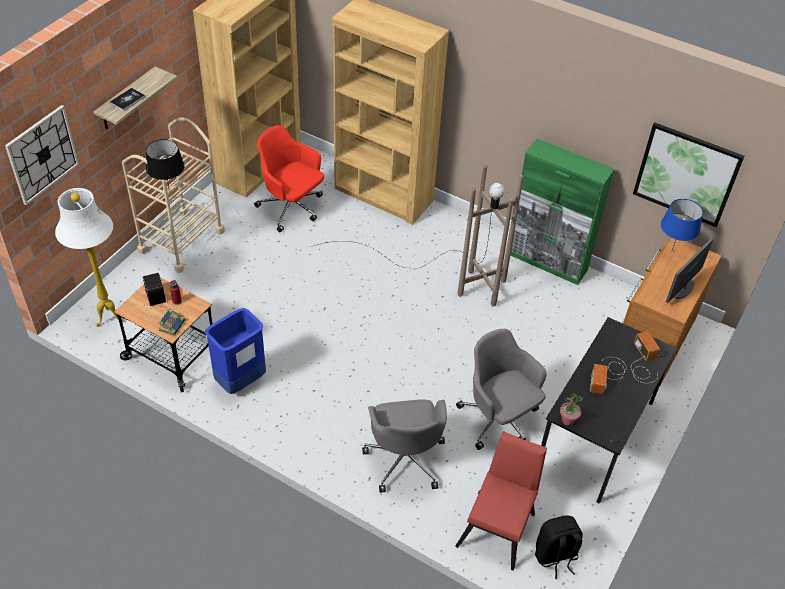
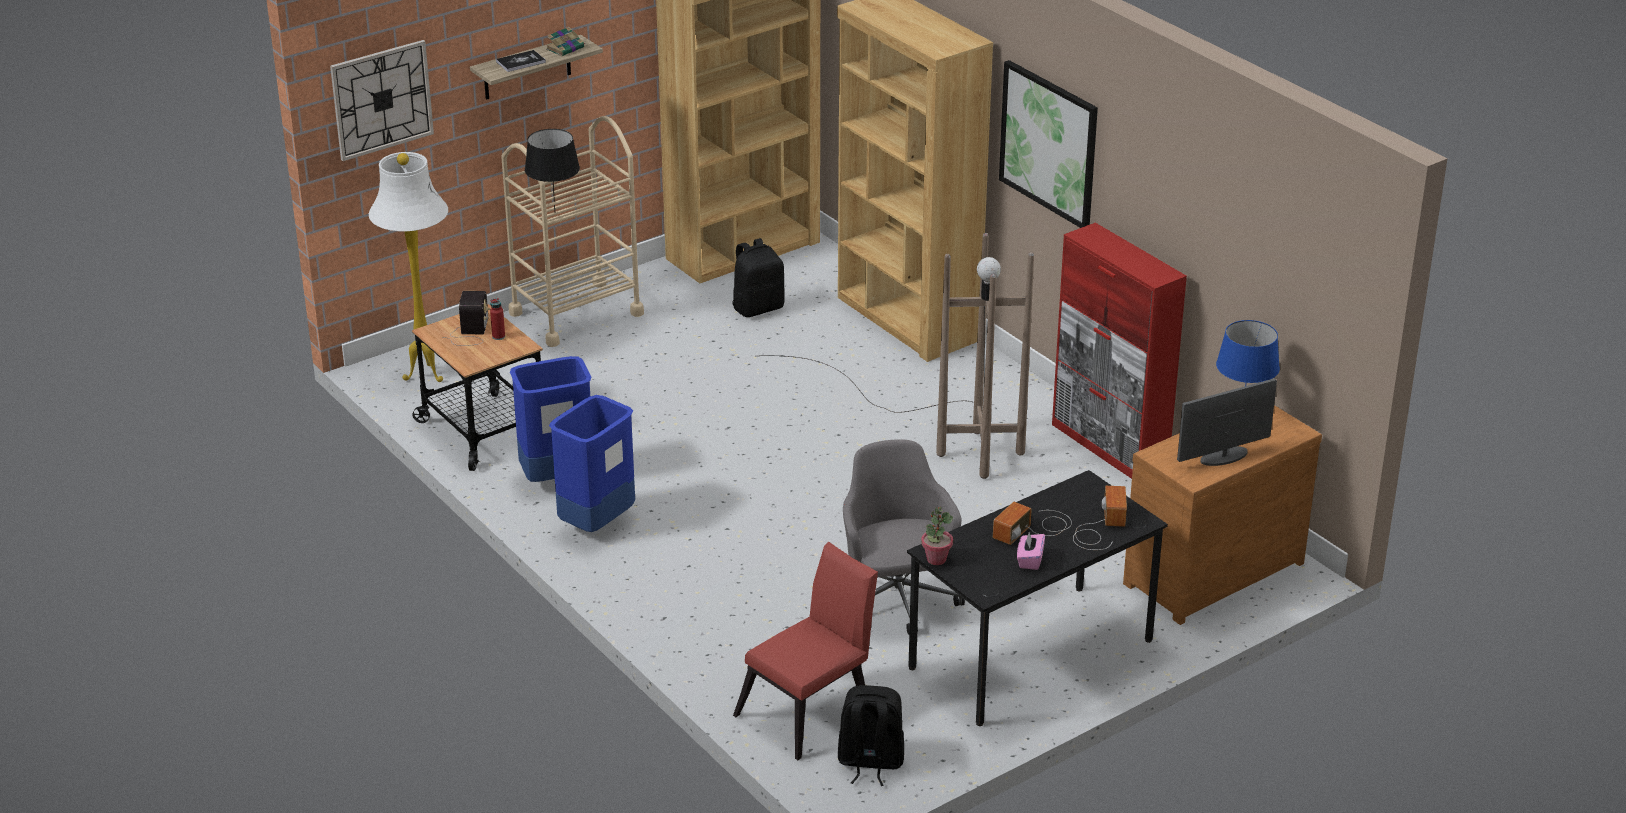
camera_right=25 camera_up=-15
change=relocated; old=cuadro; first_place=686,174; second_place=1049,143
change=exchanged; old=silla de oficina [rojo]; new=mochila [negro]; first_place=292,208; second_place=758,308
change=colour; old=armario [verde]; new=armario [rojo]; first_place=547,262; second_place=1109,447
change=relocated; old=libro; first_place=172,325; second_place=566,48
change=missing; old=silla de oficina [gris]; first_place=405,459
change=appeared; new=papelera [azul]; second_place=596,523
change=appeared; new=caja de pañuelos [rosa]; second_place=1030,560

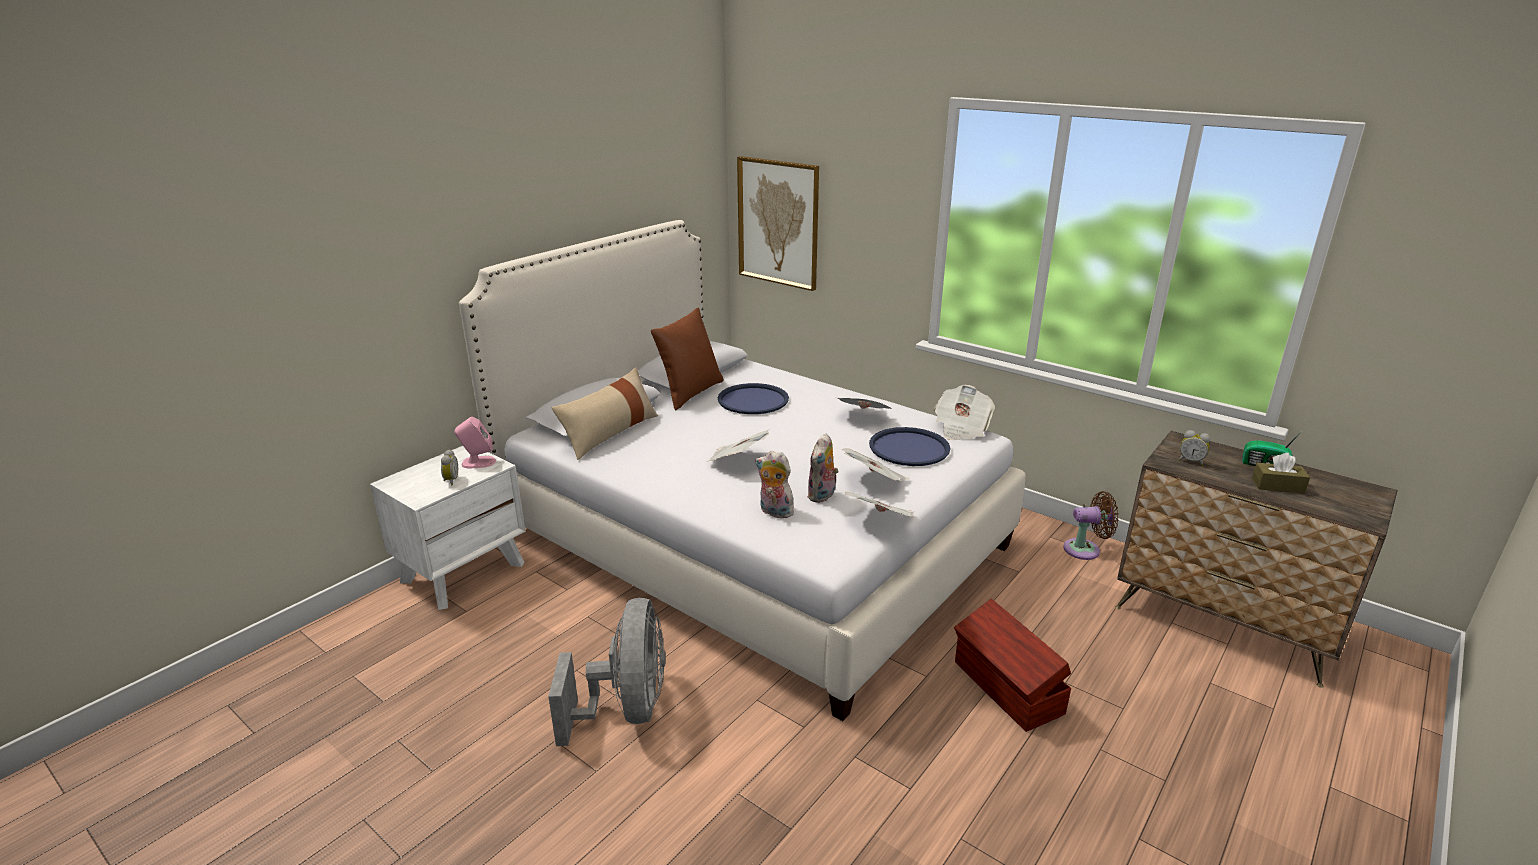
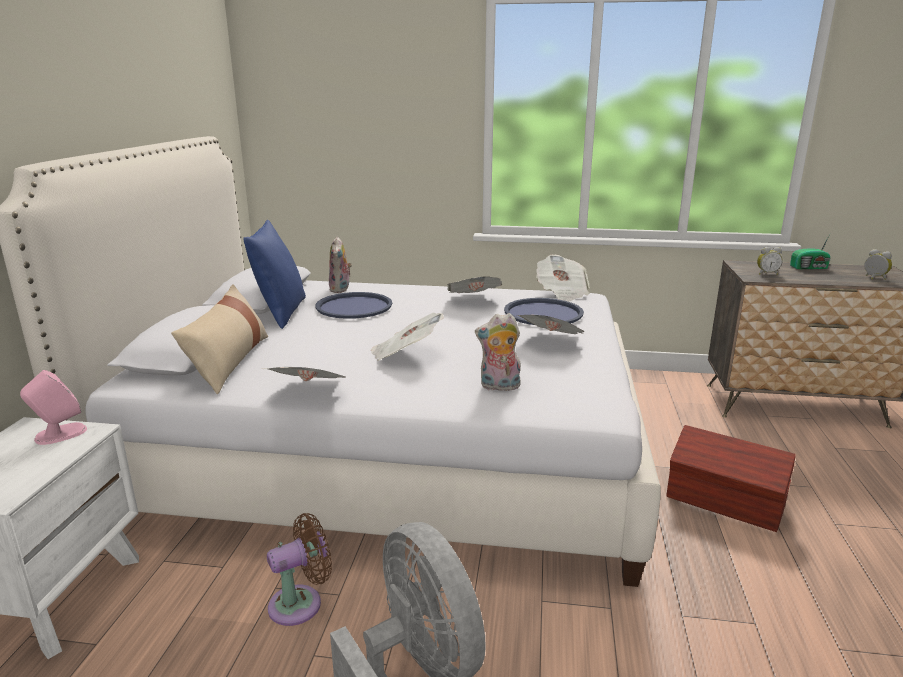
camera_right=-30 camera_up=-5
change=missing; old=cuadro; first_place=778,222
change=colour; old=cojín [marrón]; new=cojín [azul]; first_place=690,393; second_place=280,313
change=relocated; old=peluche; first_place=822,496; second_place=341,289
change=relocated; old=despertador; first_place=450,480; second_place=874,278
change=missing; old=caja de pañuelos [marrón]; first_place=1277,486
change=relocated; old=ventilador [marrón]; first_place=1085,549; second_place=301,603
change=relocated; old=periódico; first_place=882,522; second_place=310,393

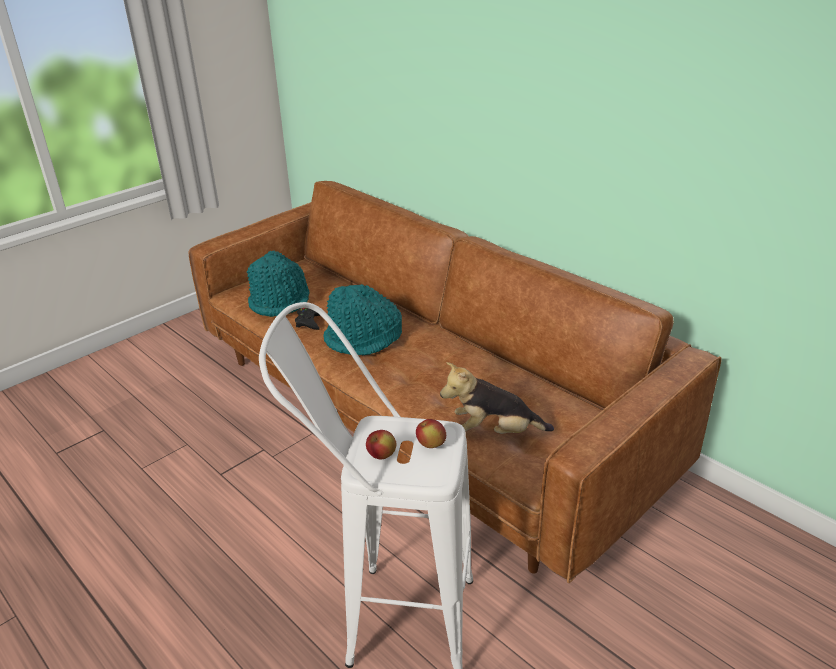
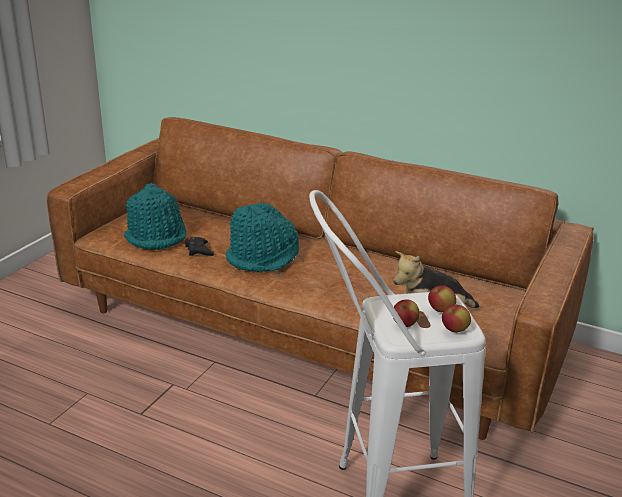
camera_right=-20 camera_up=-5
change=appeared; new=manzana; second_place=454,330

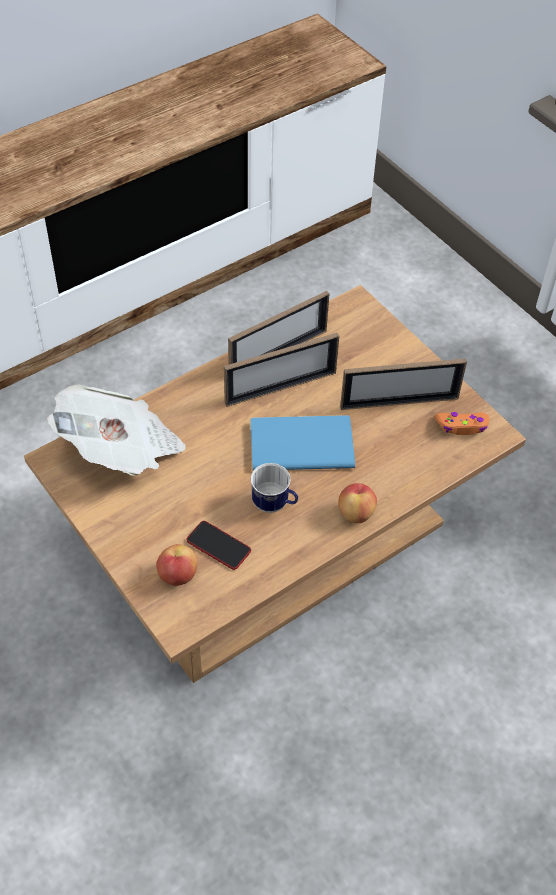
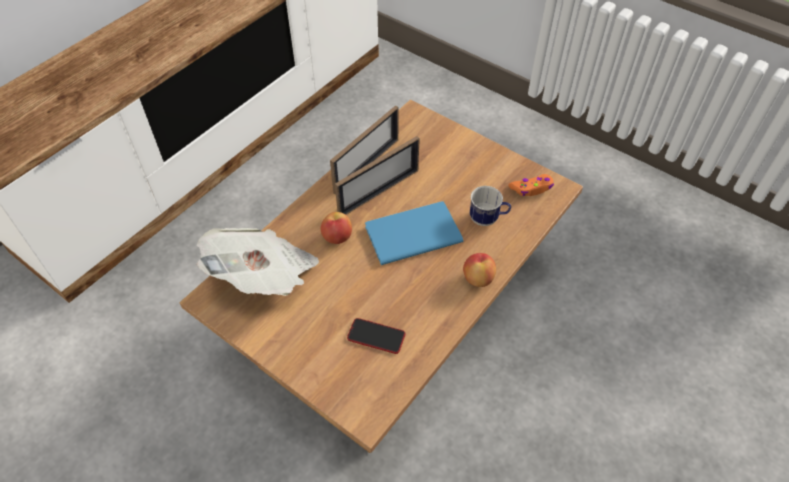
camera_right=-15 camera_up=0
change=missing; old=portarretratos; first_place=399,402
change=relocated; old=taza grande; first_place=274,505; second_place=488,219
change=relocated; old=manzana; first_place=177,575; second_place=337,237

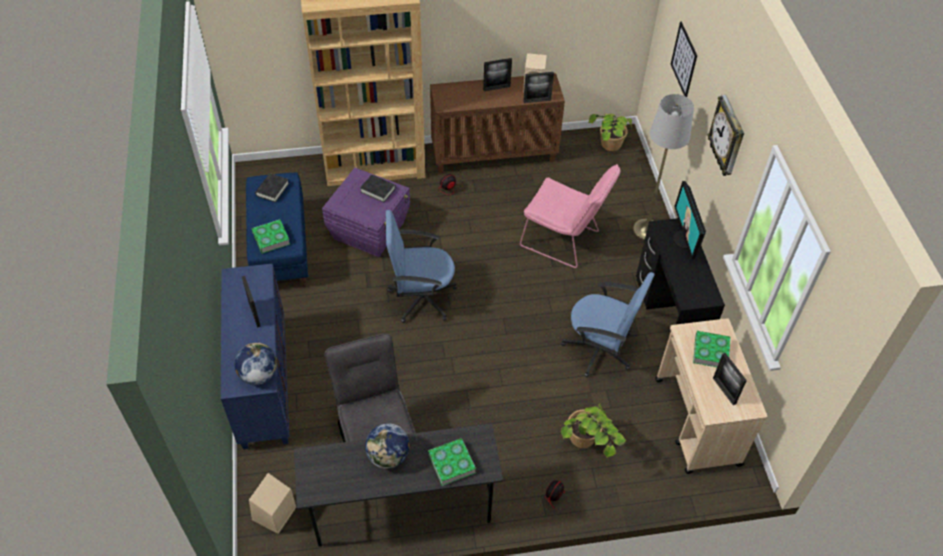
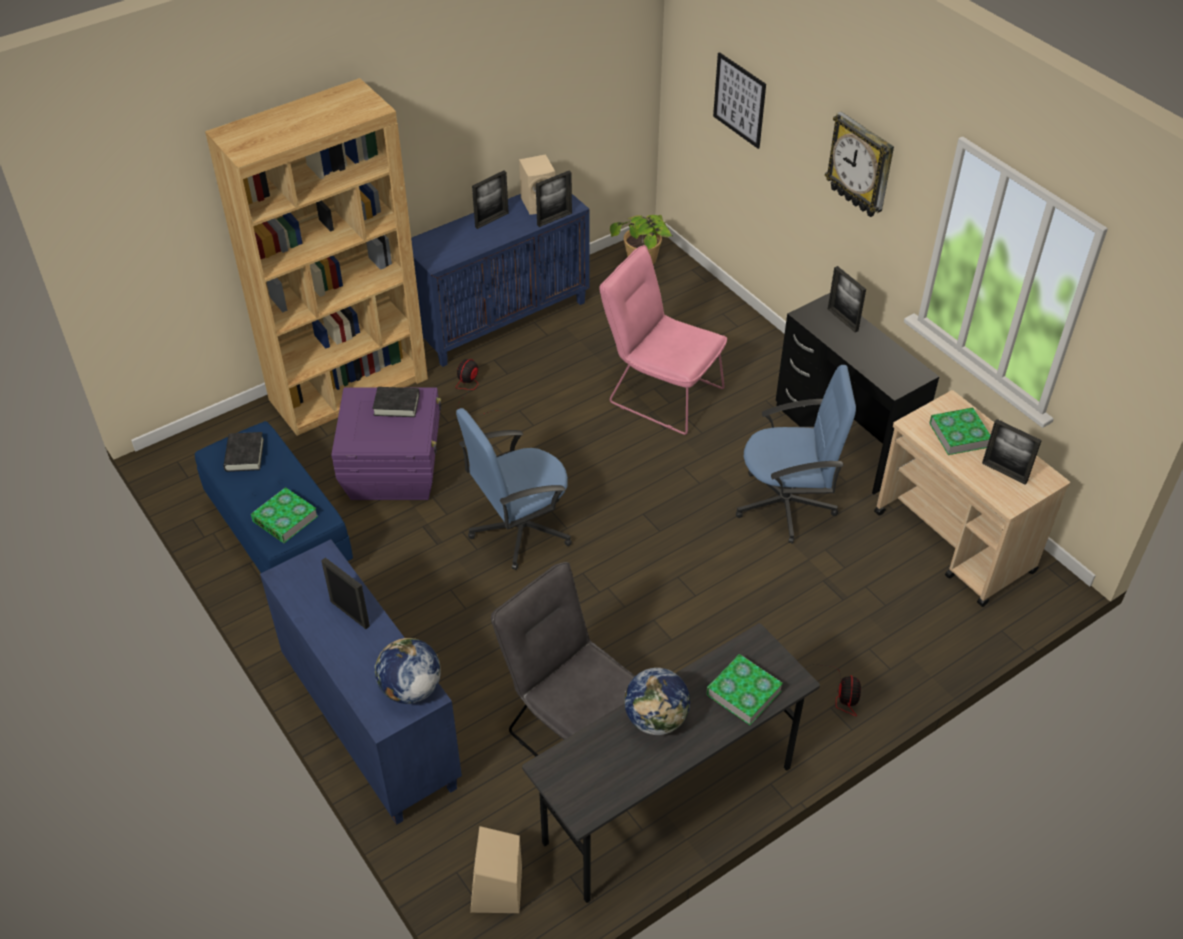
camera_right=-25 camera_up=-5
change=colour; old=armario [marrón]; new=armario [azul]; first_place=494,154; second_place=502,319
change=missing; old=lámpara de pie [gris]; first_place=646,229
change=spun; old=silla [rosa]; first_place=564,241; second_place=659,392; degrees=-150
change=exchanged; old=monitor; new=portarretratos; first_place=684,239; second_place=842,320
change=missing; old=planta en maceta; first_place=587,449

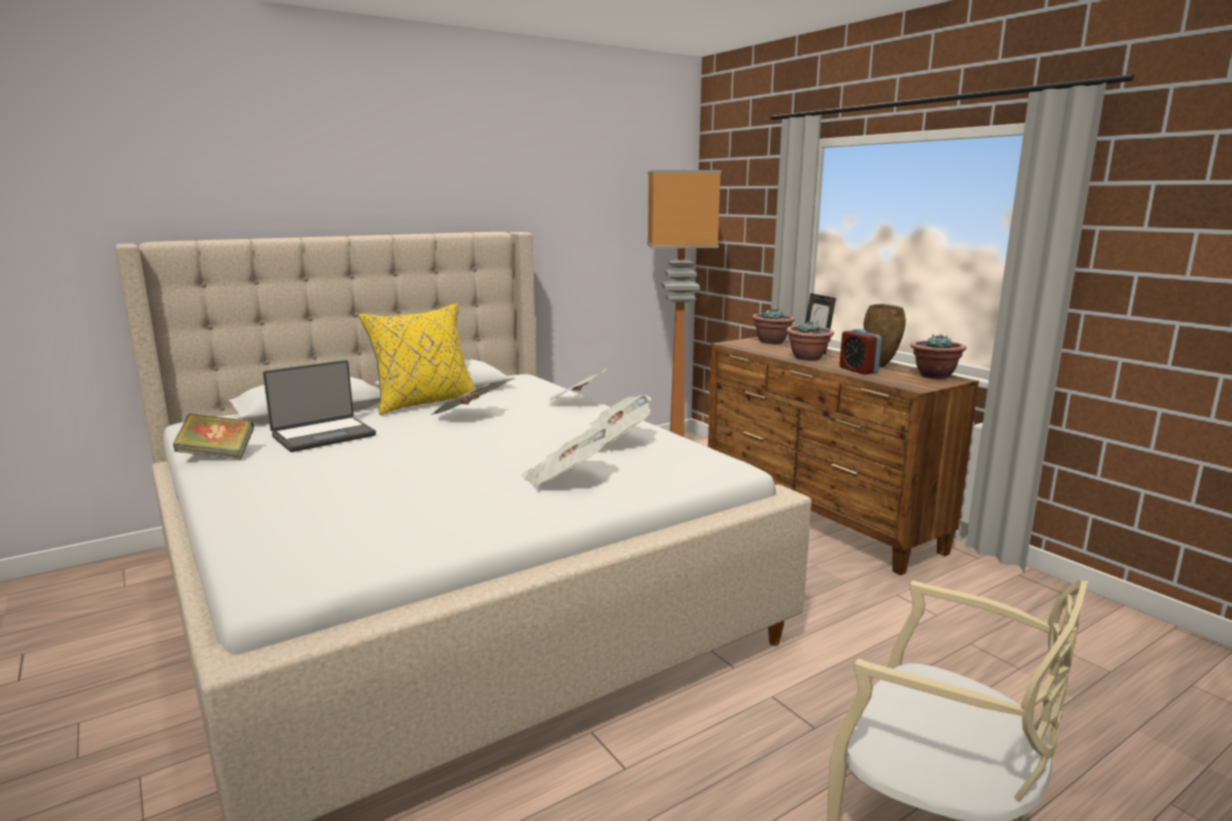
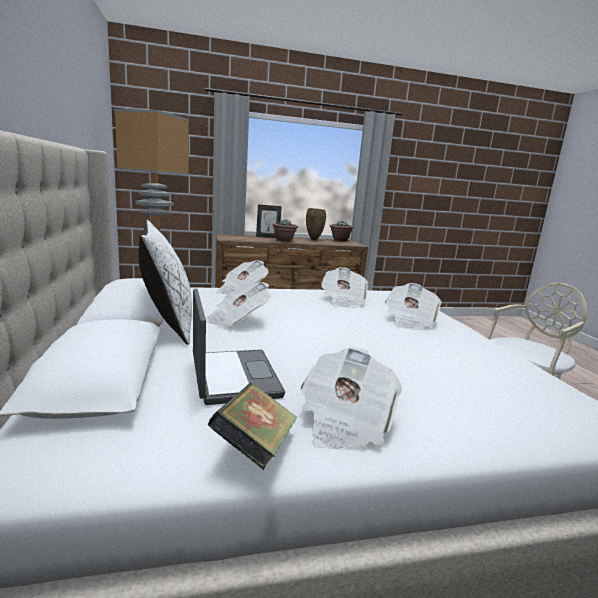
camera_right=-70 camera_up=0
change=colour; old=cojín [amarillo]; new=cojín [blanco]; first_place=424,403; second_place=167,325
change=missing; old=planta en maceta; first_place=771,342
change=missing; old=despertador; first_place=858,370
change=appeared; new=periódico; second_place=345,421

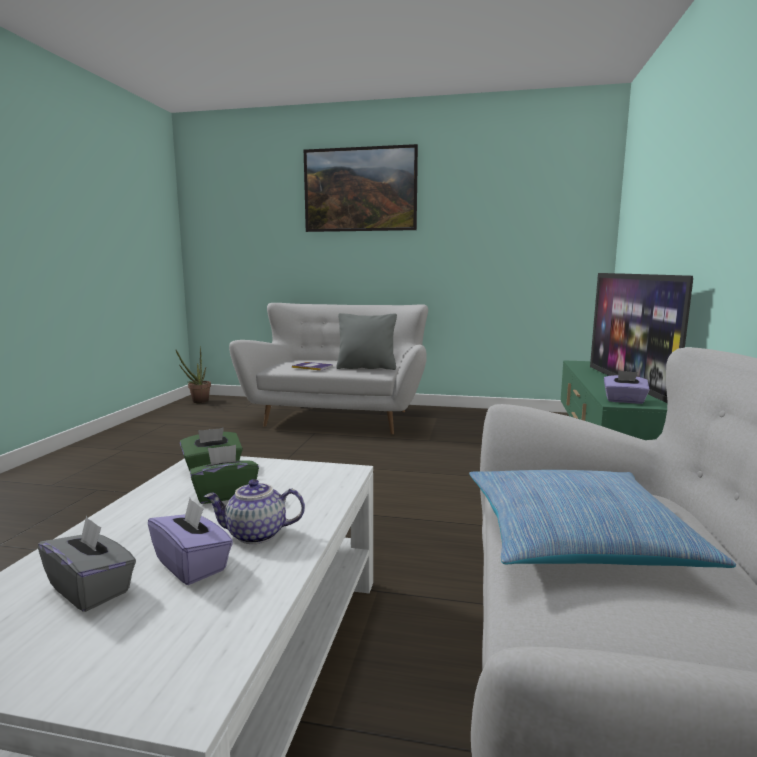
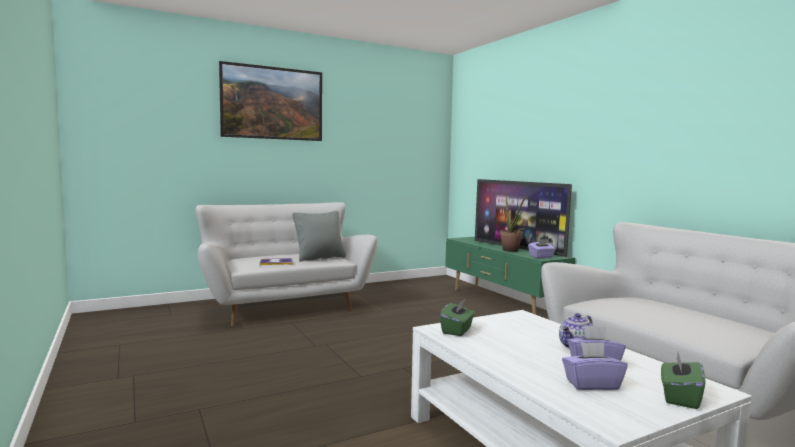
camera_right=-40 camera_up=-5
change=relocated; old=planta en maceta; first_place=197,402; second_place=512,251
change=relocated; old=caja de pañuelos [verde]; first_place=225,494; second_place=680,397
change=missing; old=cojín; first_place=575,537
change=colour; old=caja de pañuelos [gris]; new=caja de pañuelos [morado]; first_place=91,589; second_place=592,384

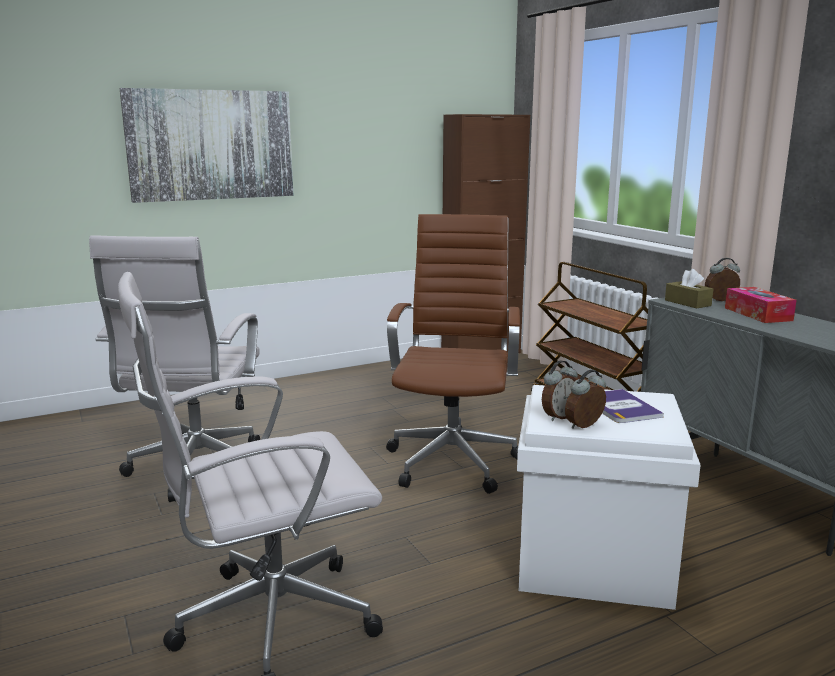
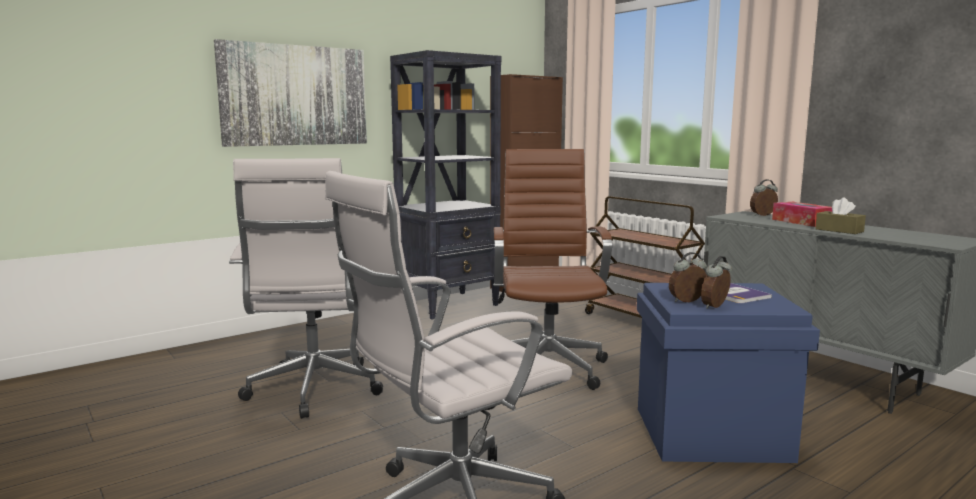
camera_right=-10 camera_up=-5
change=relocated; old=caja de pañuelos [marrón]; first_place=687,303; second_place=839,230
change=spun; old=despertador; first_place=558,416; second_place=687,301; degrees=-150
change=colour; old=caja de almacenaje [blanco]; new=caja de almacenaje [azul]; first_place=591,562; second_place=709,434
change=appeared; new=estantería [negro]; second_place=449,305

